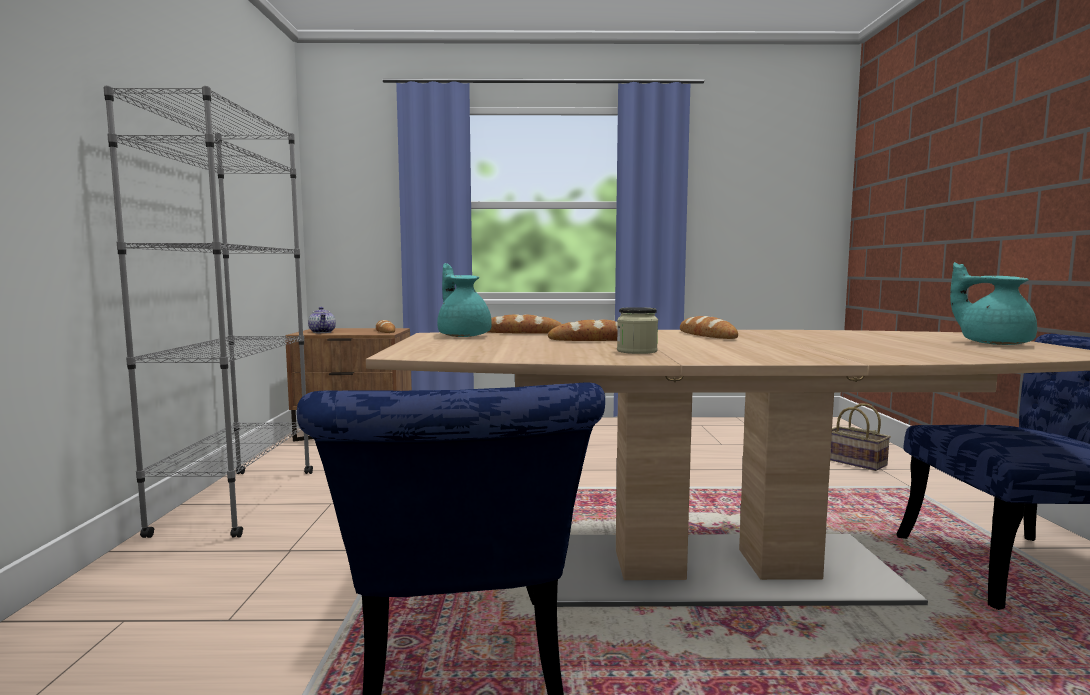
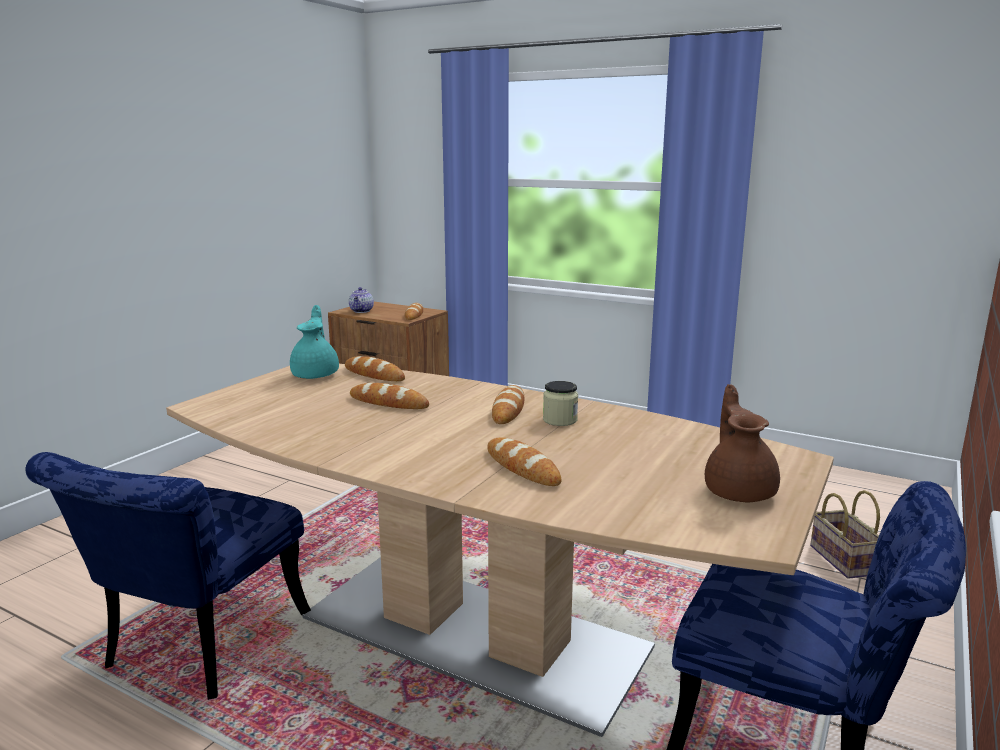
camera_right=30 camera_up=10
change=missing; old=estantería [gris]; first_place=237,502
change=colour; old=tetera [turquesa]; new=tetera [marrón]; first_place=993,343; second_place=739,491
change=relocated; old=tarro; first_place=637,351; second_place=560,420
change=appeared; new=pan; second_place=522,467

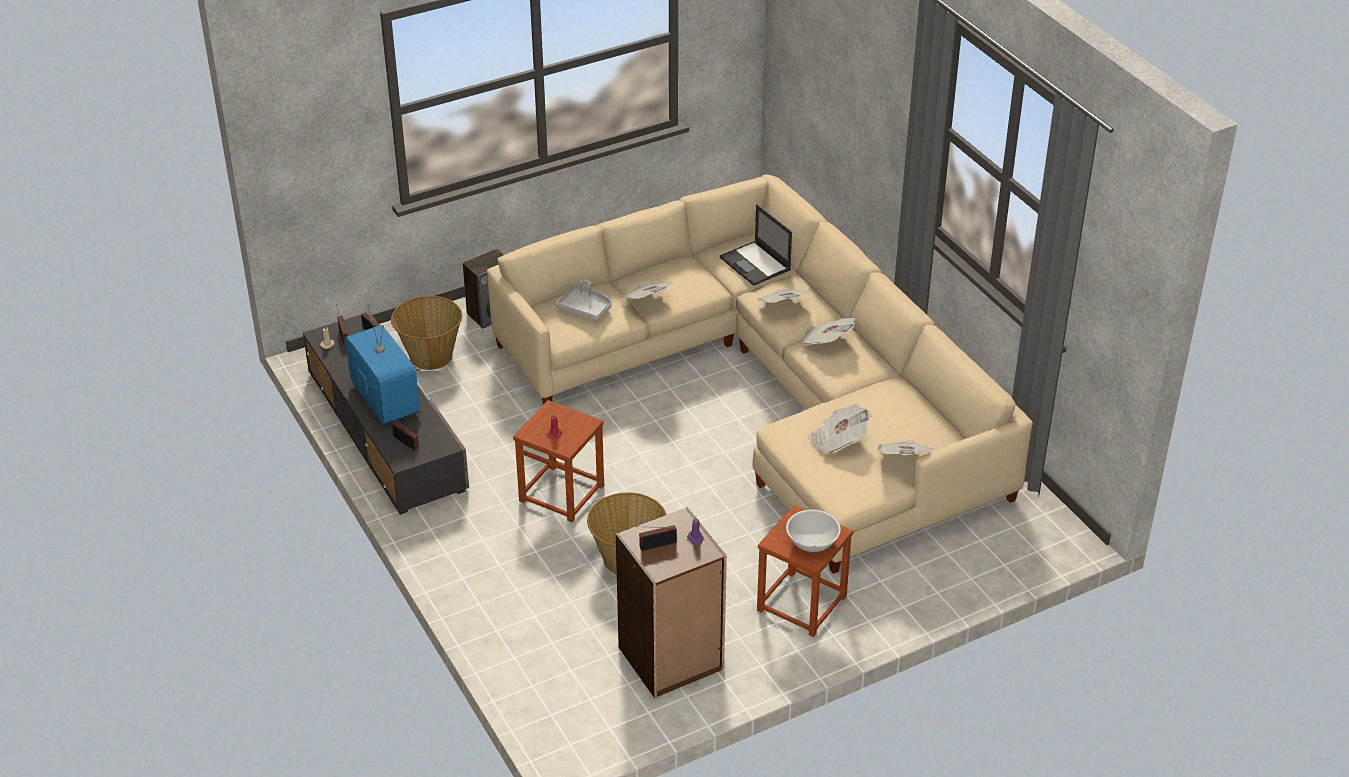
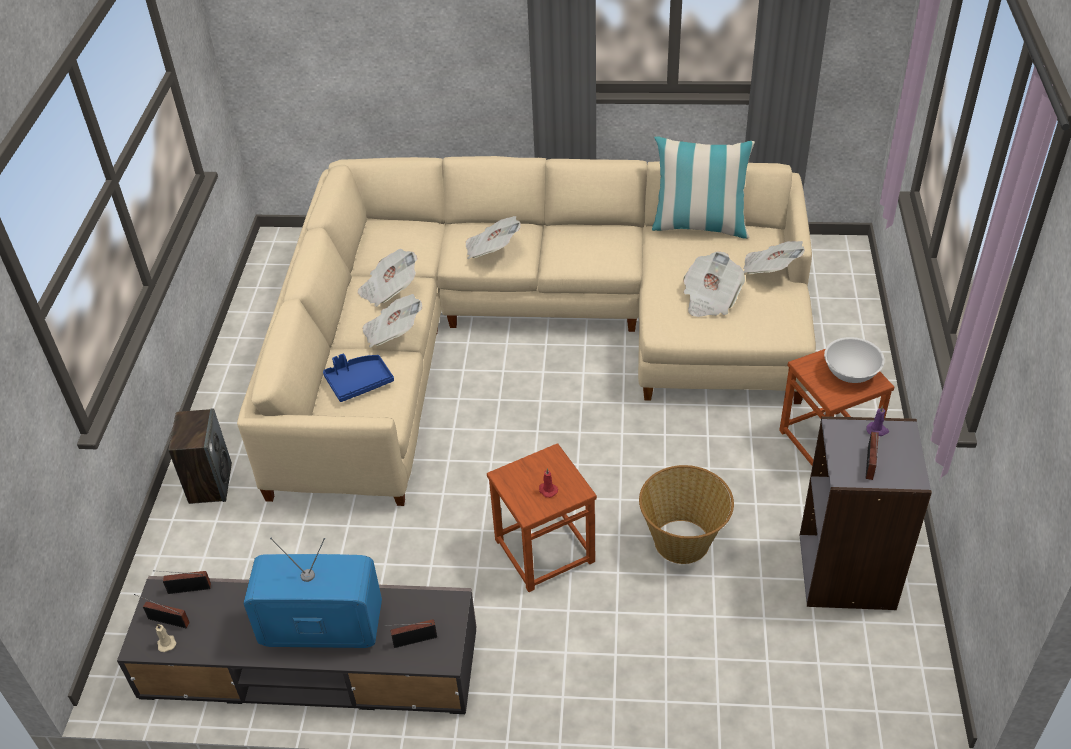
camera_right=-55 camera_up=5
change=missing; old=portátil; first_place=756,264
change=colour; old=bandeja [gris]; new=bandeja [azul]; first_place=585,308; second_place=359,382
change=missing; old=cesta; first_place=430,356
change=relocated; old=periódico; first_place=826,342; second_place=389,290
change=colour; old=estantería [marrón]; new=estantería [gris]; first_place=671,659; second_place=848,571
change=appeared; new=cojín; second_place=699,226

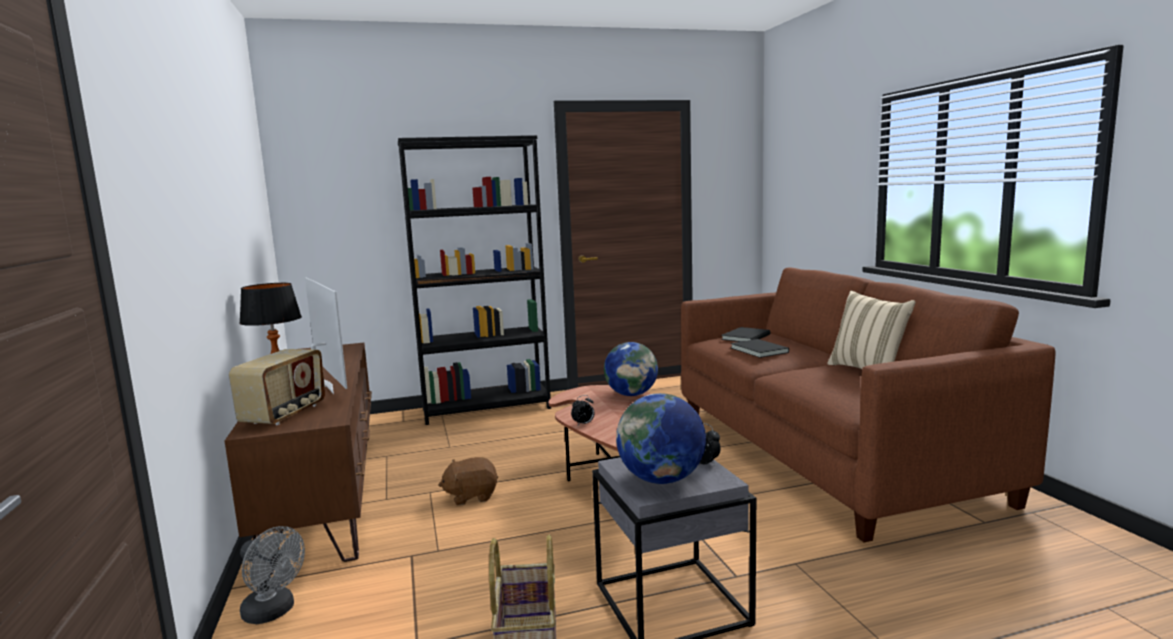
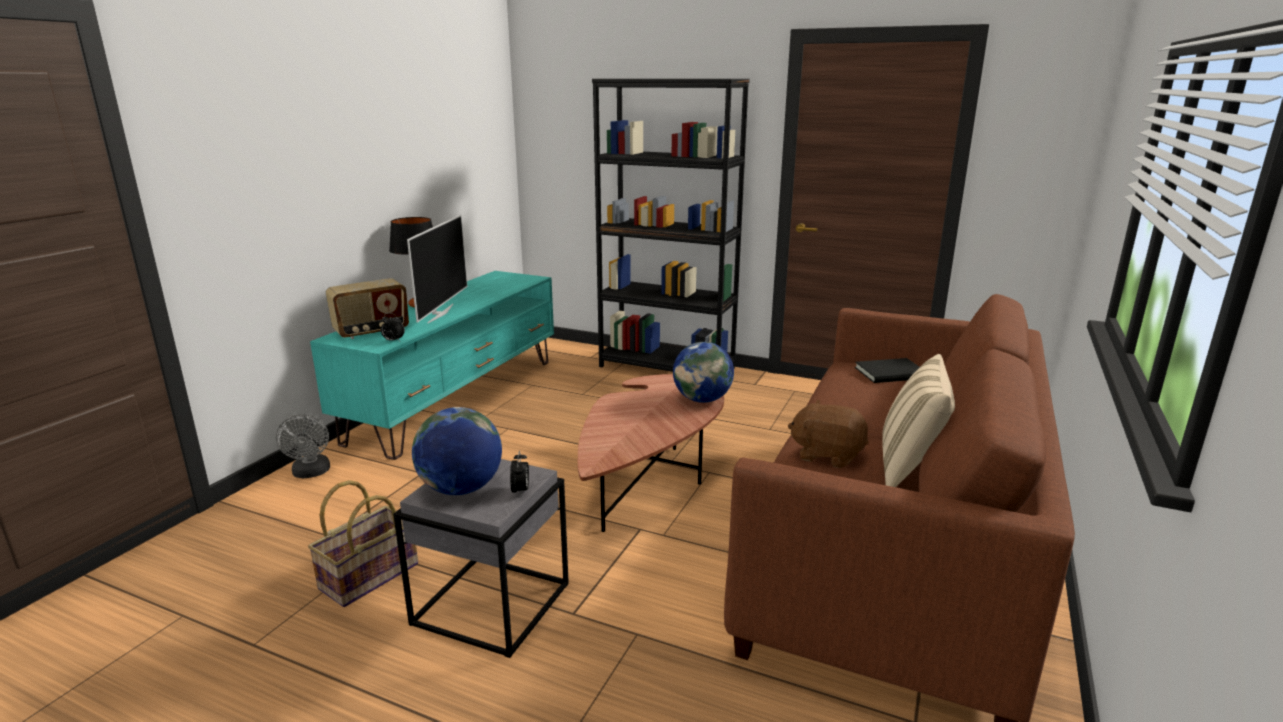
camera_right=40 camera_up=10
change=missing; old=libro [negro]; first_place=758,350
change=colour; old=mueble de televisión [marrón]; new=mueble de televisión [turquesa]; first_place=325,490; second_place=457,398
change=relocated; old=despertador; first_place=583,424; second_place=393,341
change=relocated; old=peluche [marrón]; first_place=471,496; second_place=827,454

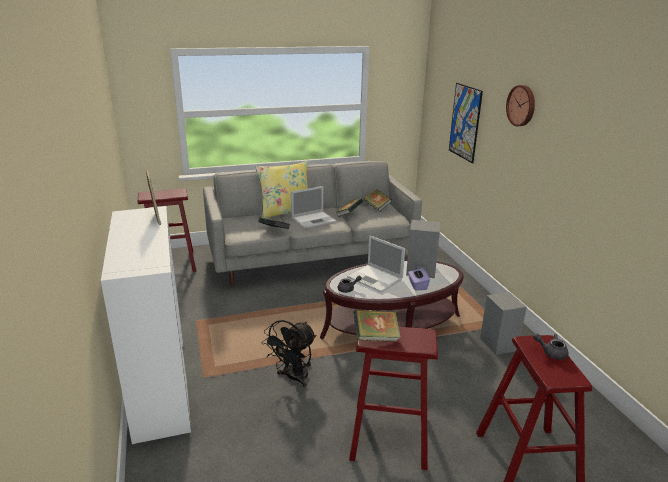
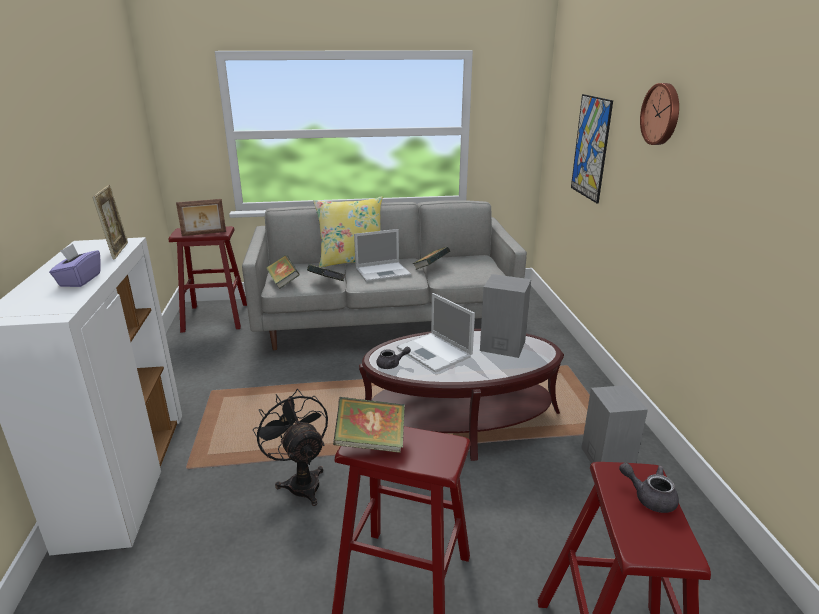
camera_right=10 camera_up=0
change=relocated; old=libro; first_place=377,207; second_place=283,282
change=relocated; old=caja de pañuelos [morado]; first_place=417,285; second_place=79,280
change=spun; old=ventilador [negro]; first_place=293,378; second_place=301,481; degrees=105
change=appeared; new=portarretratos; second_place=204,234

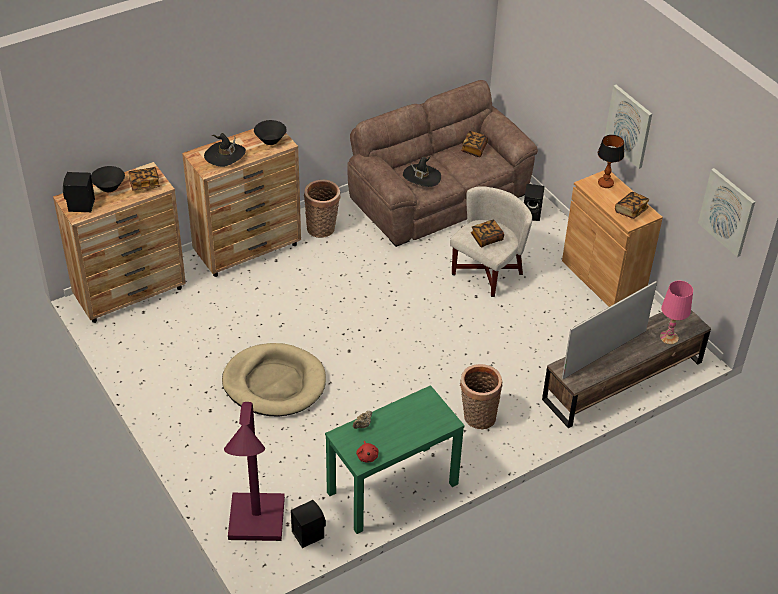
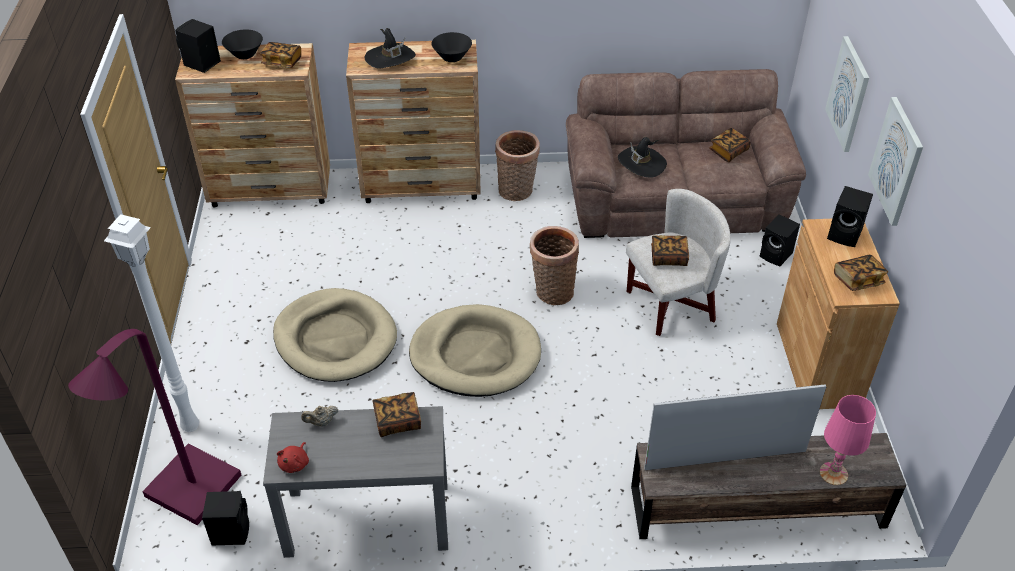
camera_right=30 camera_up=0
change=exchanged; old=lámpara de mesa; new=altavoz [negro]; first_place=605,183; second_place=846,235
change=relocated; old=cuadro; first_place=727,212; second_place=848,94
change=relocated; old=cesta; first_place=477,417; second_place=552,291
change=colour; old=mesa consola [verde]; new=mesa consola [gris]; first_place=392,488; second_place=367,519
change=appeared; new=lámpara de pie [blanco]; second_place=190,425
change=appeared; new=cama para perro [beis]; second_place=475,355
change=appeared; new=libro; second_place=397,421

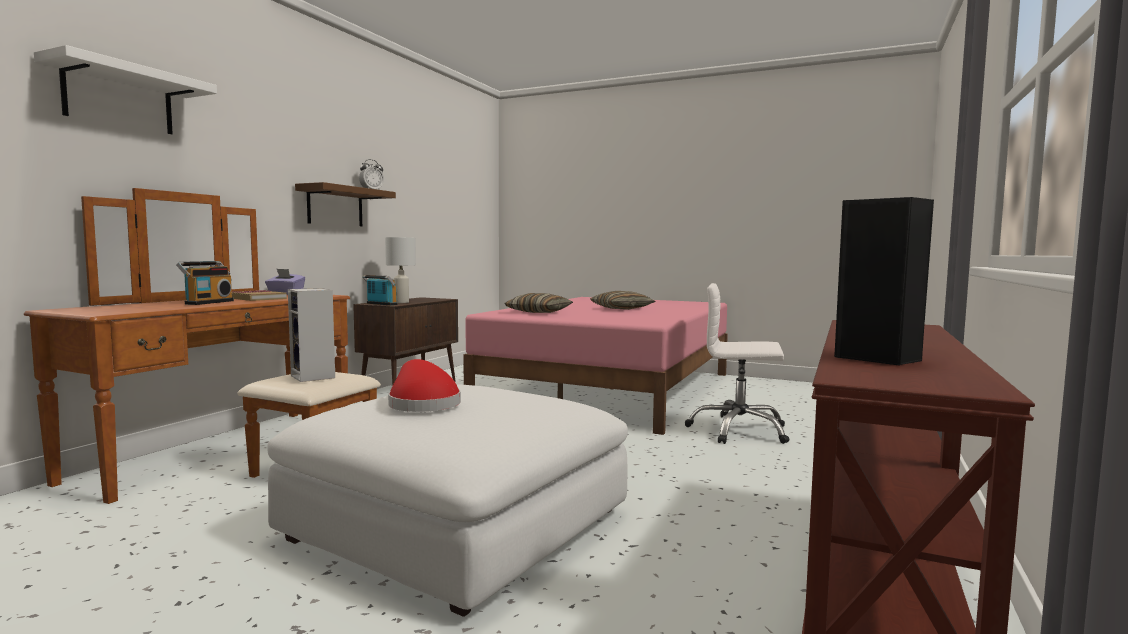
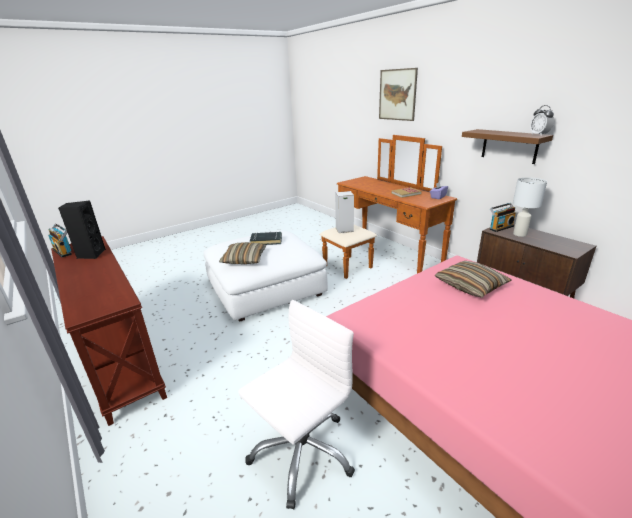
camera_right=120 camera_up=20
change=exchanged; old=estante [blanco]; new=cuadro; first_place=119,99; second_place=397,95
change=relocated; old=radio; first_place=207,302; second_place=64,251
change=relocated; old=cojín; first_place=621,308; second_place=244,259
change=exchanged; old=sombrero [rojo]; new=libro [negro]; first_place=422,404; second_place=266,241

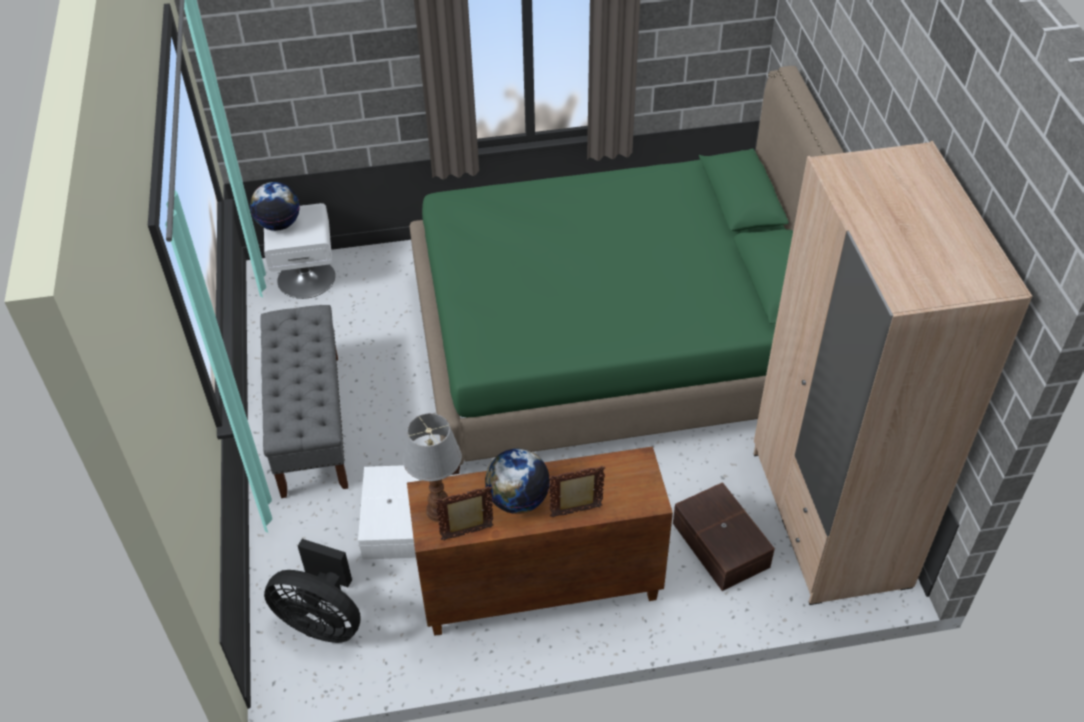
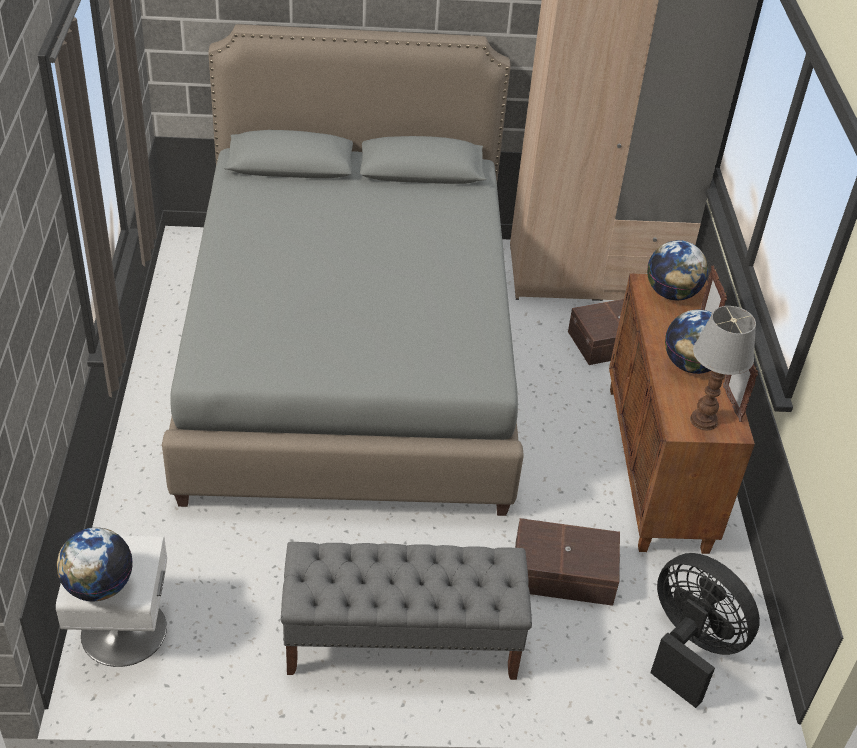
camera_right=-85 camera_up=-5
change=colour; old=cama [verde]; new=cama [gris]; first_place=617,344; second_place=350,357
change=colour; old=caja de almacenaje [blanco]; new=caja de almacenaje [marrón]; first_place=391,522; second_place=564,574
change=spun; old=ventilador [negro]; first_place=322,620; second_place=690,647; degrees=-75
change=appeared; new=globo terráqueo; second_place=671,294

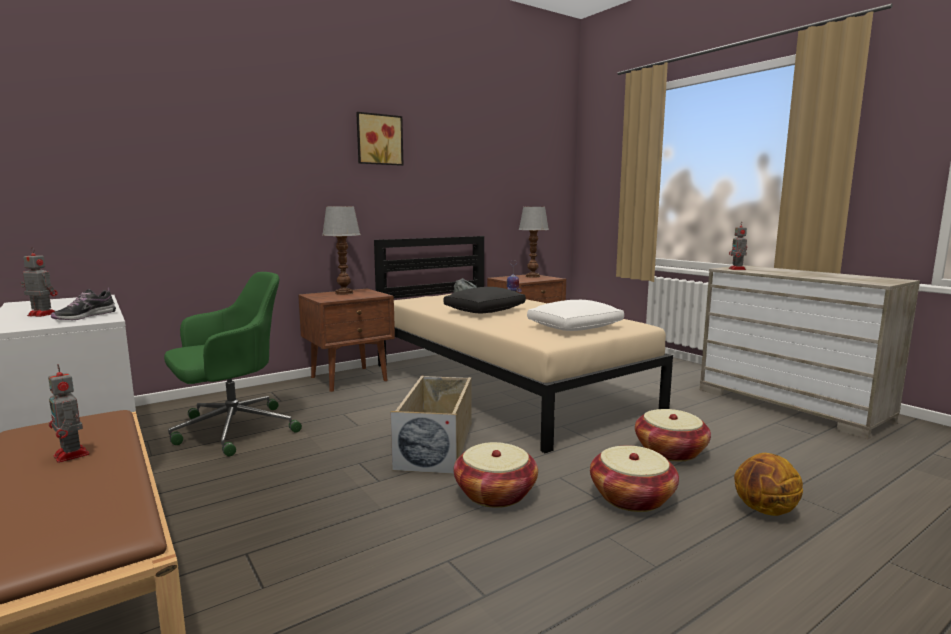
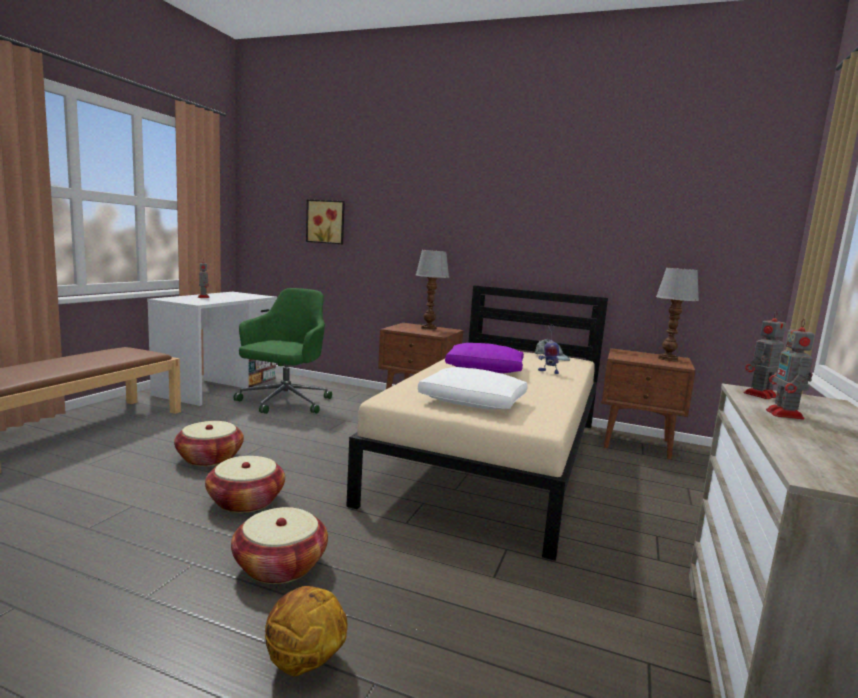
camera_right=55 camera_up=0
change=relocated; old=cuadro; first_place=379,139; second_place=326,222
change=spun; old=silla de oficina [verde]; first_place=232,430; second_place=284,402; degrees=-90
change=colour; old=cojín [negro]; new=cojín [morado]; first_place=485,311; second_place=485,369
change=missing; old=zapato; first_place=84,317
change=relocated; old=robot de juguete; first_place=72,455; second_place=785,415
change=missing; old=caja de almacenaje [beis]; first_place=436,444
change=relocated; old=cesta; first_place=670,451; second_place=210,458

